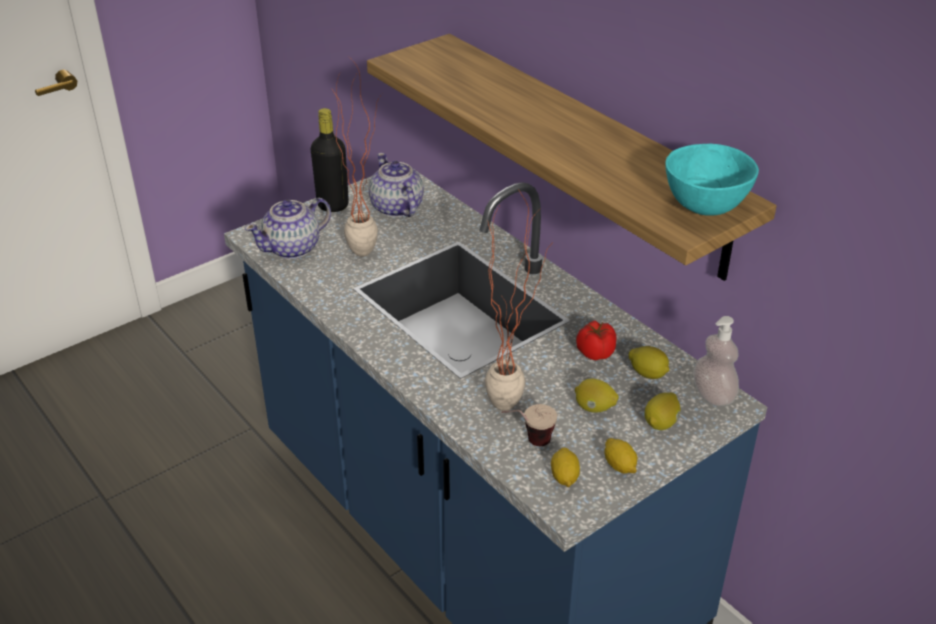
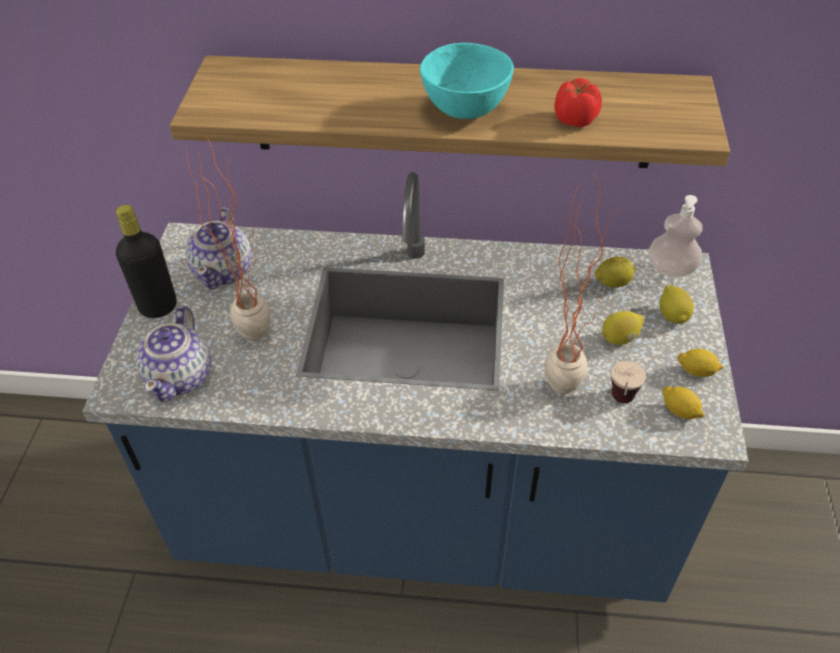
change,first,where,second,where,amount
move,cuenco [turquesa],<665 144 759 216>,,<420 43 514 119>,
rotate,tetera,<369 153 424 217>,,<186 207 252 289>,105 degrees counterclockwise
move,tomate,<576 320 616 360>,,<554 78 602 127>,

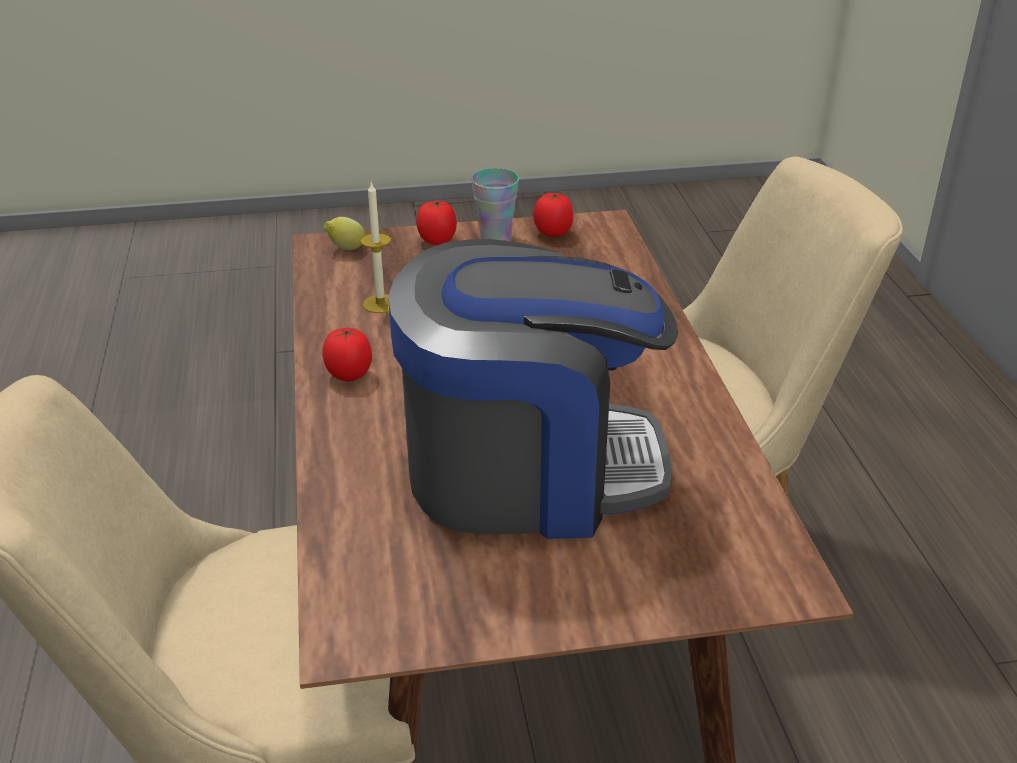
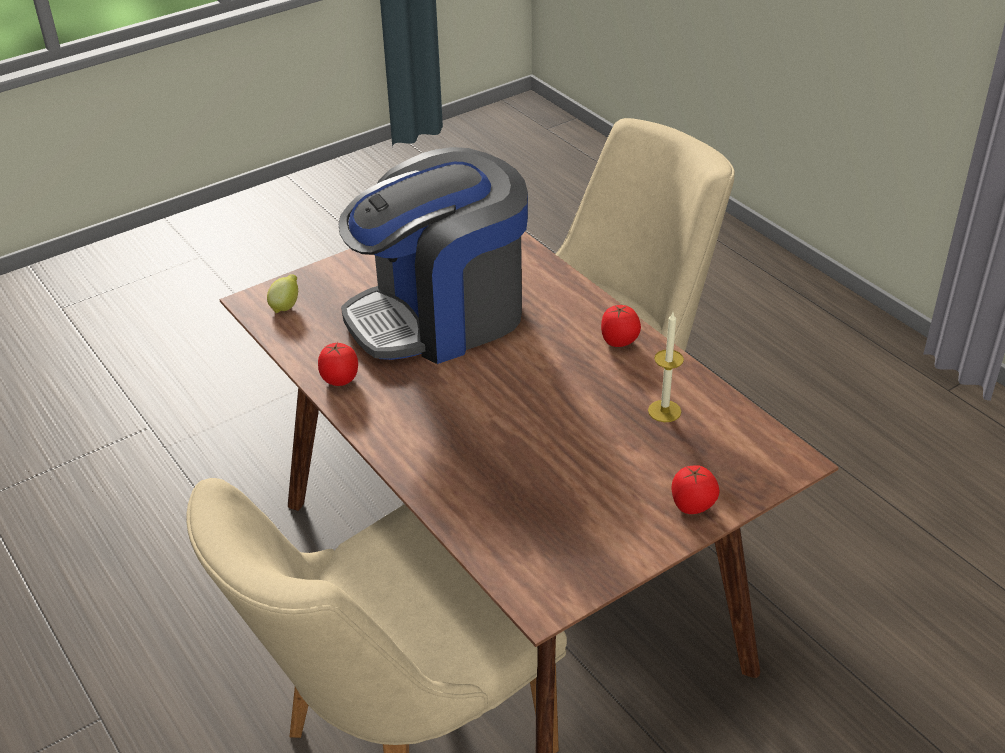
change,first,where,second,where,amount
delete,taza,<471 168 519 241>,,,
move,tomate,<533 193 573 237>,,<318 342 358 386>,
move,limón,<324 217 365 250>,,<267 274 298 313>,

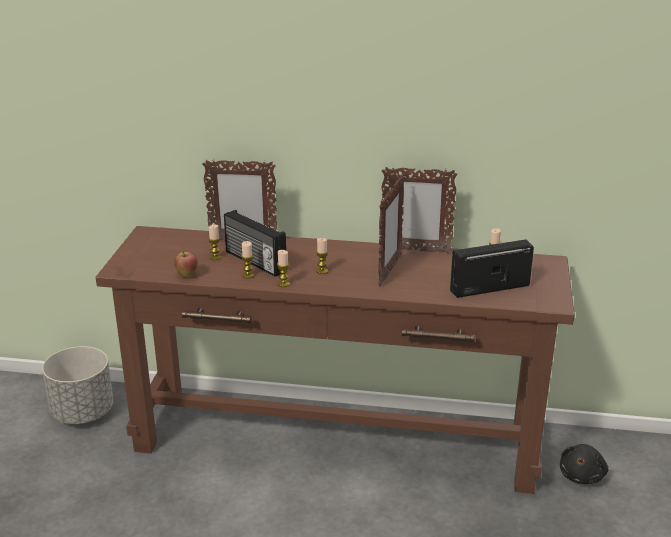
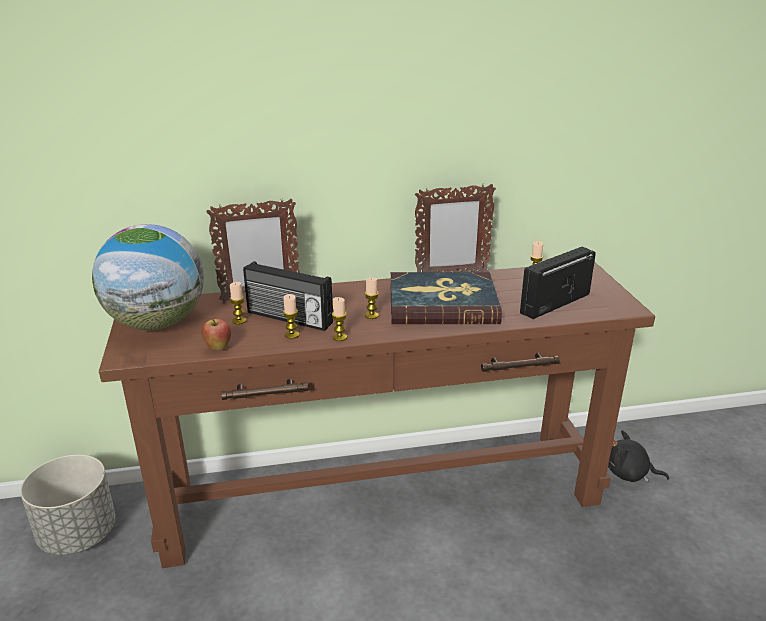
change,first,where,second,where,amount
replace,portarretratos,<378 173 404 287>,libro,<391 272 502 324>,
rotate,peluche [negro],<560 444 608 484>,,<608 430 669 482>,105 degrees clockwise
insert,,,globo terráqueo,<92 224 204 330>,

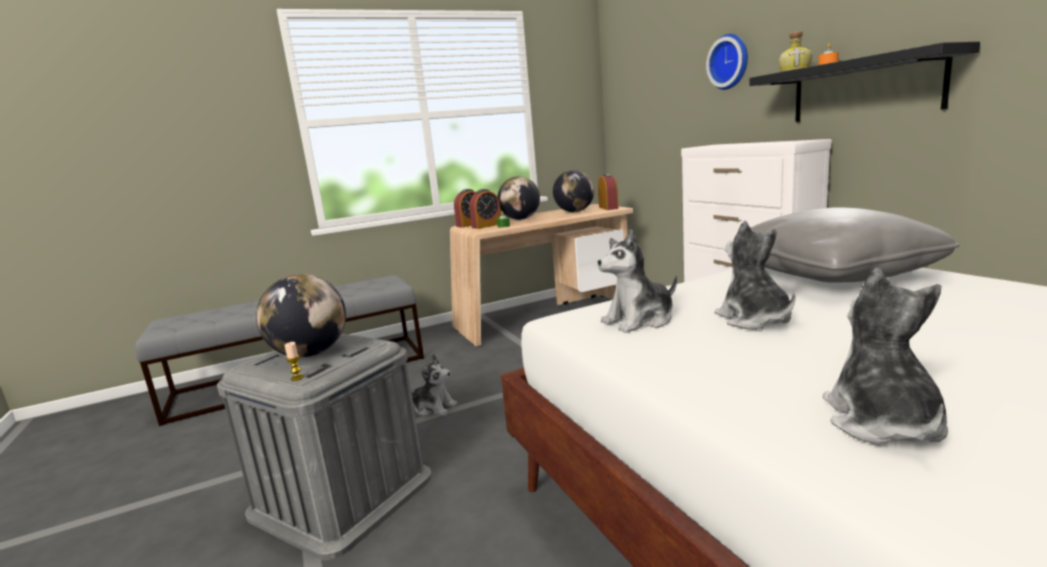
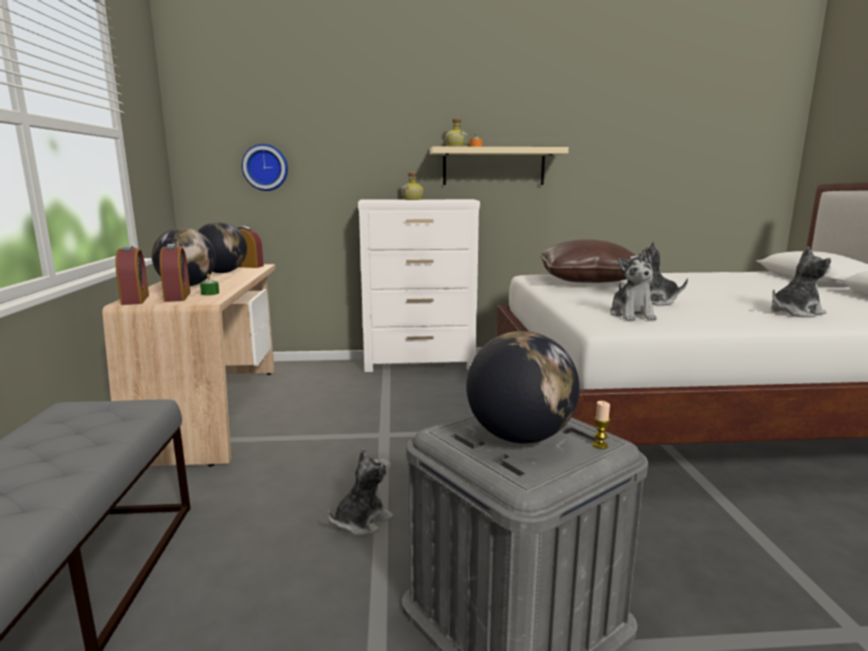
change,first,where,second,where,amount
move,reloj de pared,<706 34 748 90>,,<242 144 288 191>,
recolor,estante [negro],<749 42 980 122>,estante [beis],<430 146 569 185>,
recolor,cojín [gris],<733 207 960 282>,cojín [marrón],<540 240 636 283>,
rotate,peluche,<823 268 948 444>,,<771 246 831 317>,135 degrees clockwise
insert,,,botella,<401 172 424 200>,

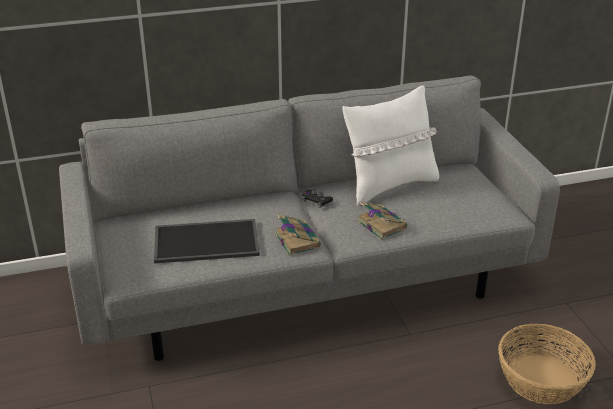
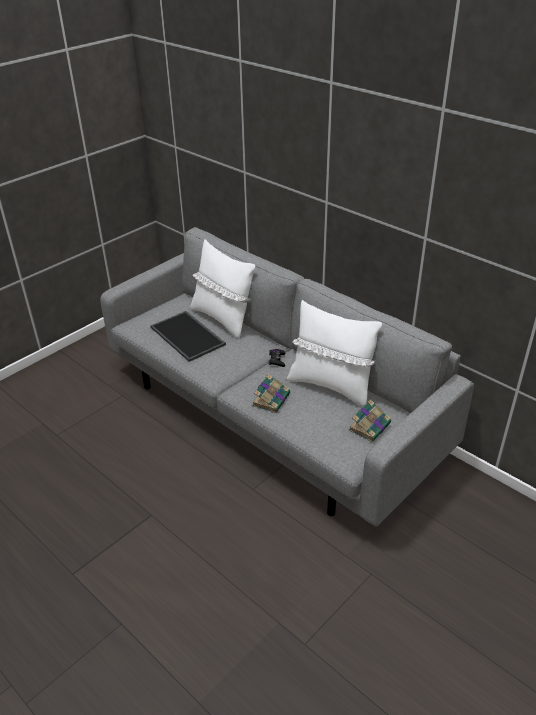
change,first,where,second,where,amount
move,libro,<275 215 321 255>,,<348 399 391 442>,
delete,cesta,<498 324 596 405>,,,
insert,,,cojín [blanco],<190 239 255 339>,

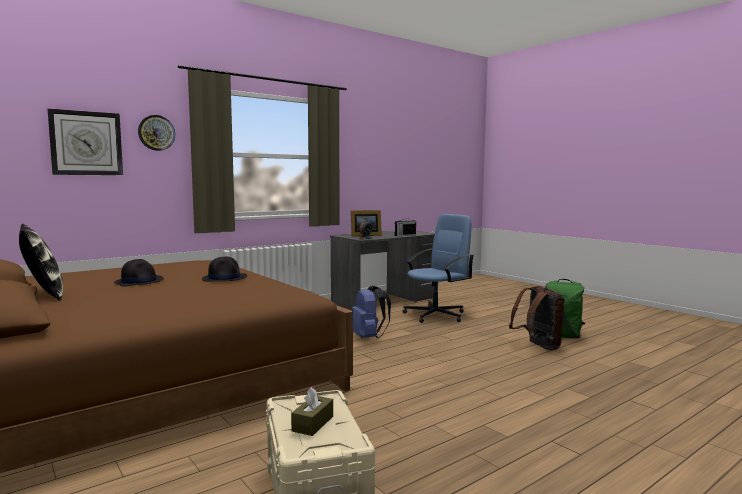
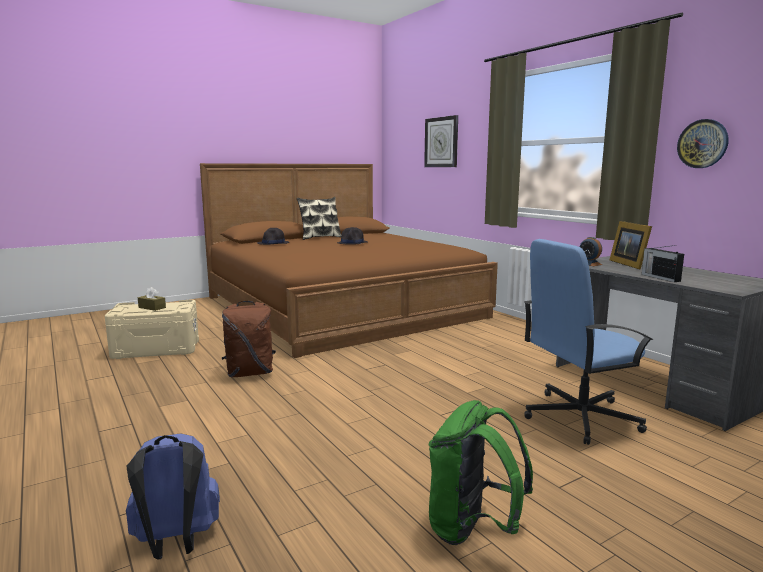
change,first,where,second,where,amount
move,reloj de pared,<138 115 175 151>,,<677 119 729 168>,
rotate,silla de oficina [azul],<403 214 473 323>,,<524 239 653 445>,105 degrees clockwise
move,sombrero [negro],<202 257 247 282>,,<257 228 289 245>,
move,mochila [azul],<352 285 391 338>,,<126 433 220 559>,
move,mochila [marrón],<509 286 565 350>,,<222 301 276 377>,

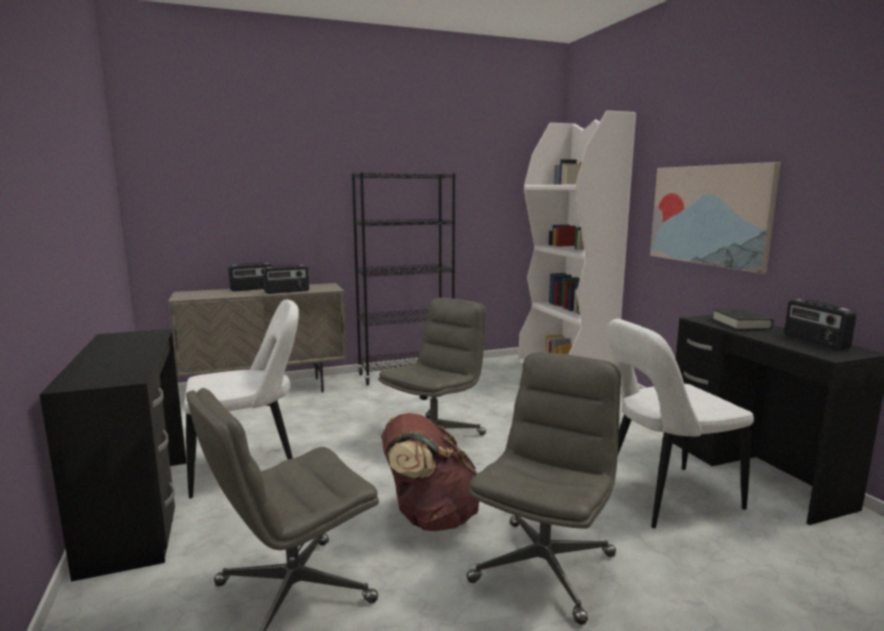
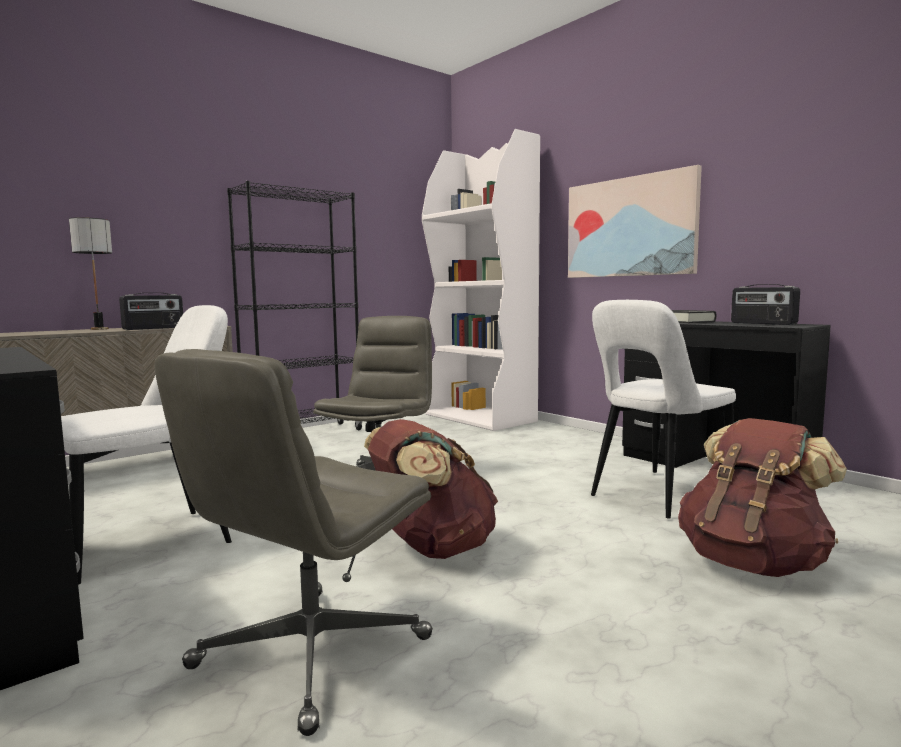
change,first,where,second,where,amount
replace,radio,<228 262 273 292>,lámpara de mesa,<69 217 112 330>,
delete,silla de oficina [gris],<466 352 621 625>,,,
insert,,,mochila [marrón],<678 418 847 577>,

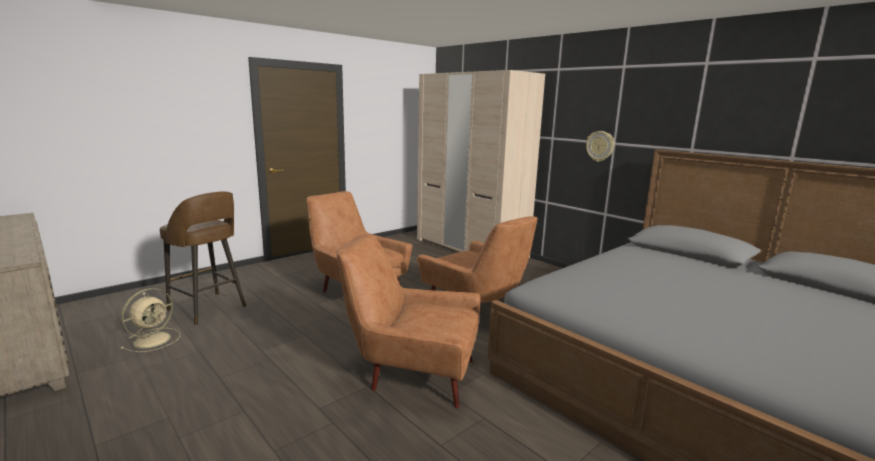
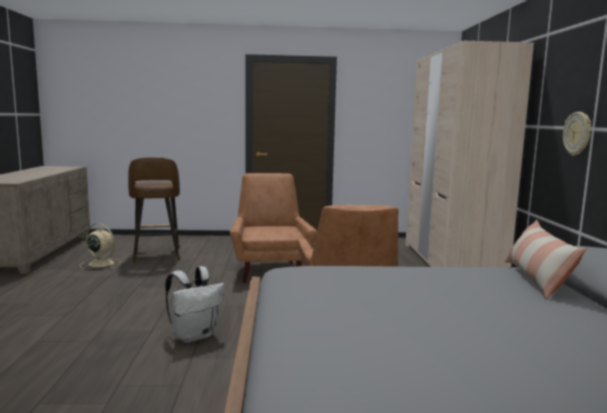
change,first,where,second,where,amount
replace,sillón [marrón],<337 234 480 408>,mochila [blanco],<165 266 224 343>,
rotate,ventilador [beis],<120 288 180 352>,,<80 223 121 269>,135 degrees counterclockwise
insert,,,cojín,<505 220 587 300>,

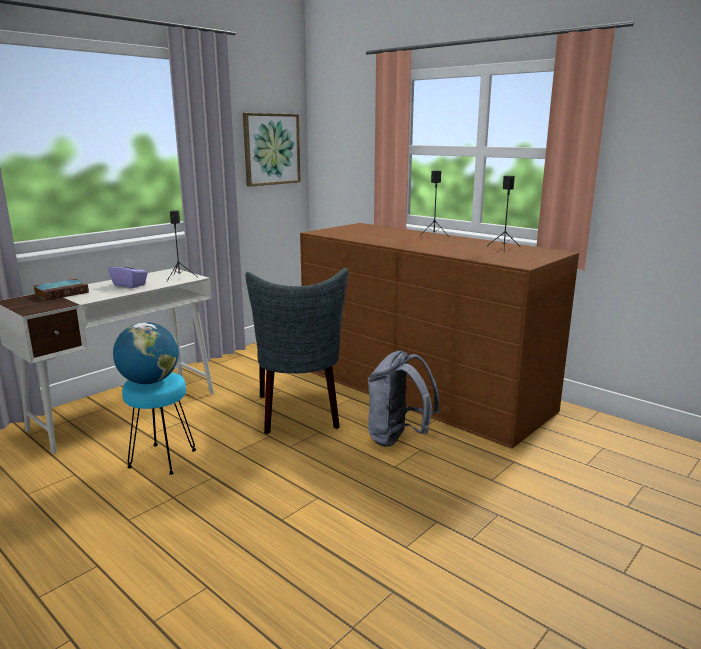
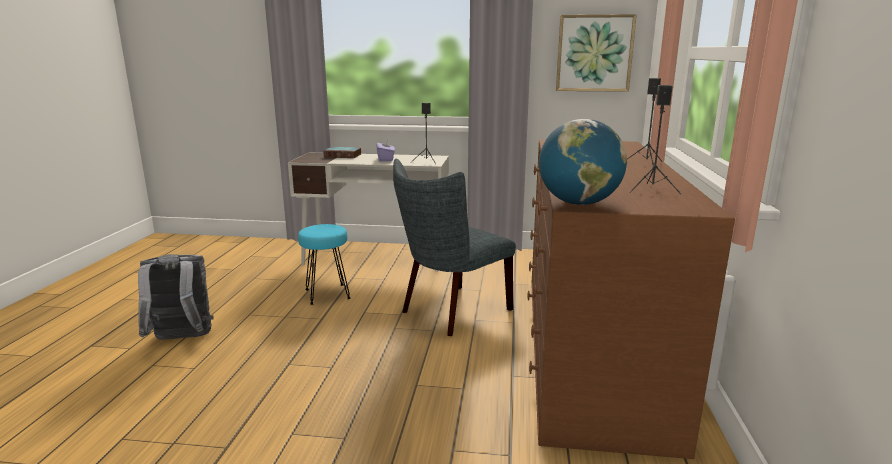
change,first,where,second,where,amount
move,globo terráqueo,<113 322 179 384>,,<539 119 627 205>,
move,mochila [gris],<367 350 440 447>,,<138 254 214 340>,

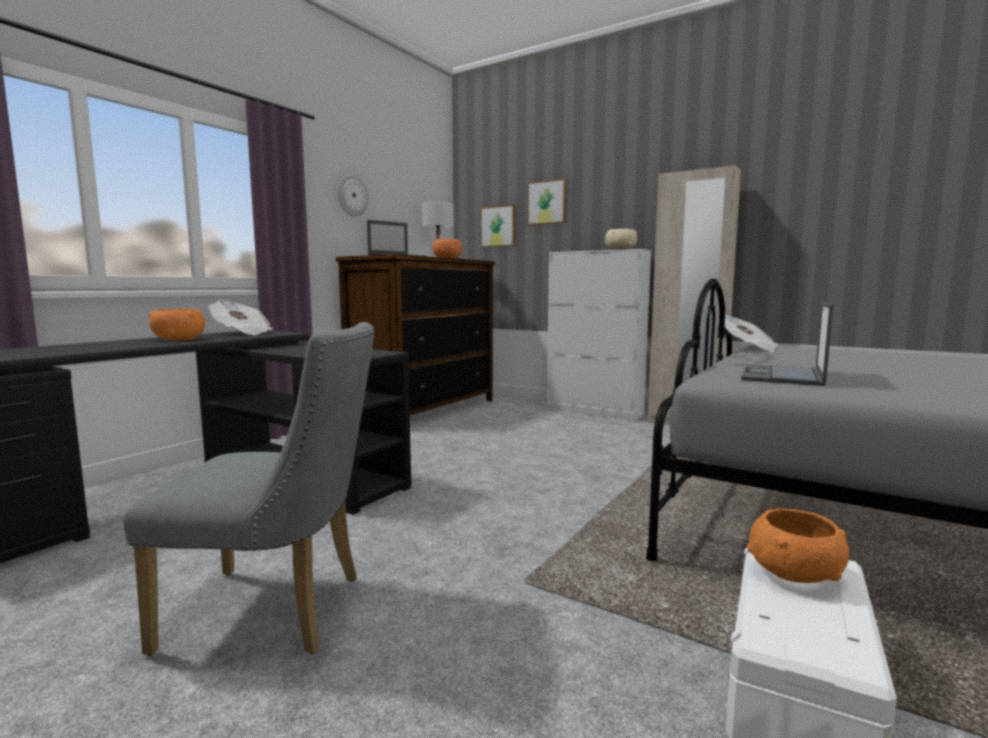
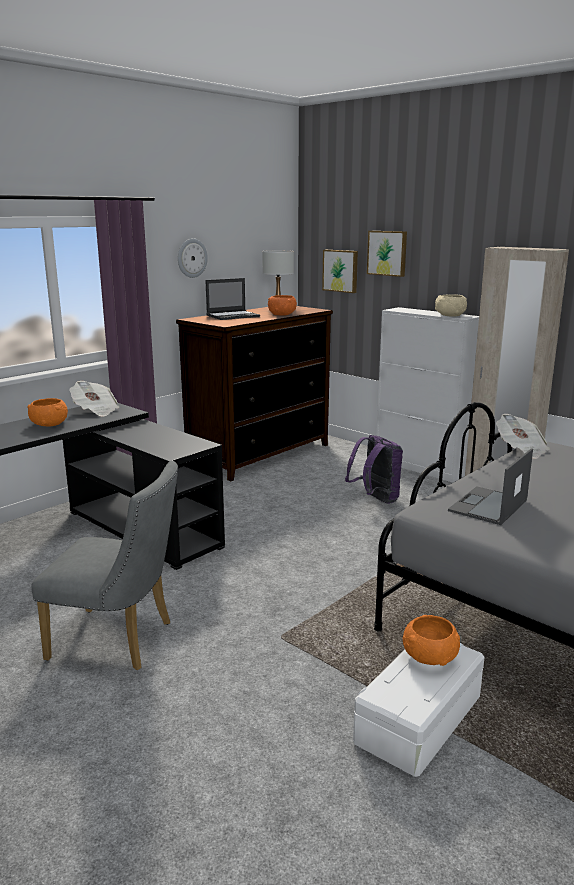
change,first,where,second,where,amount
insert,,,mochila [morado],<345 435 403 504>,

